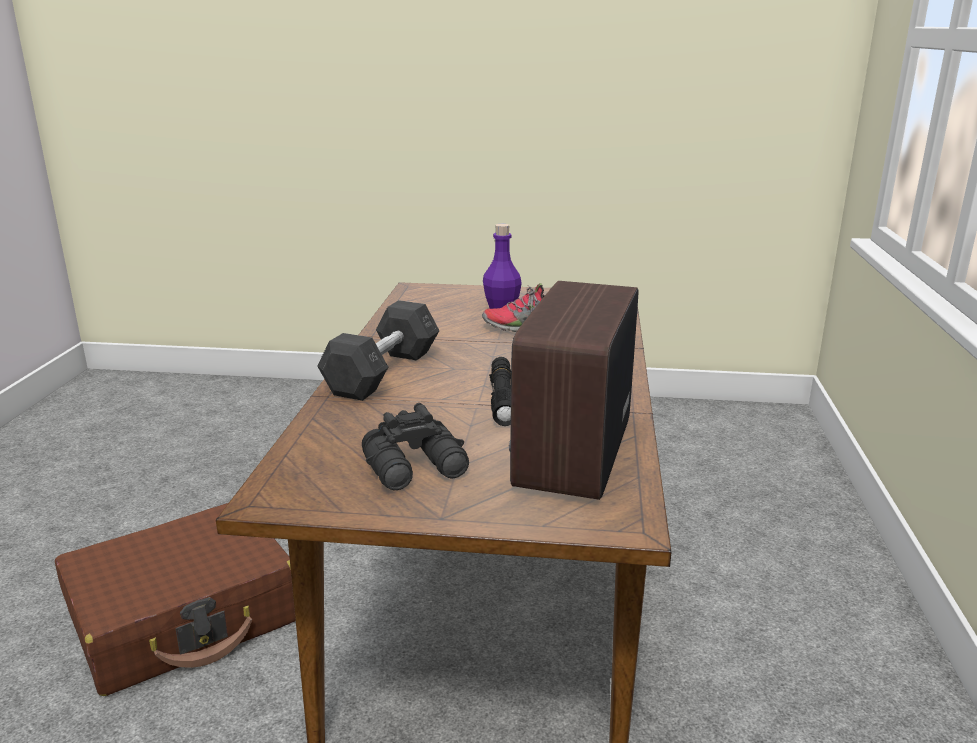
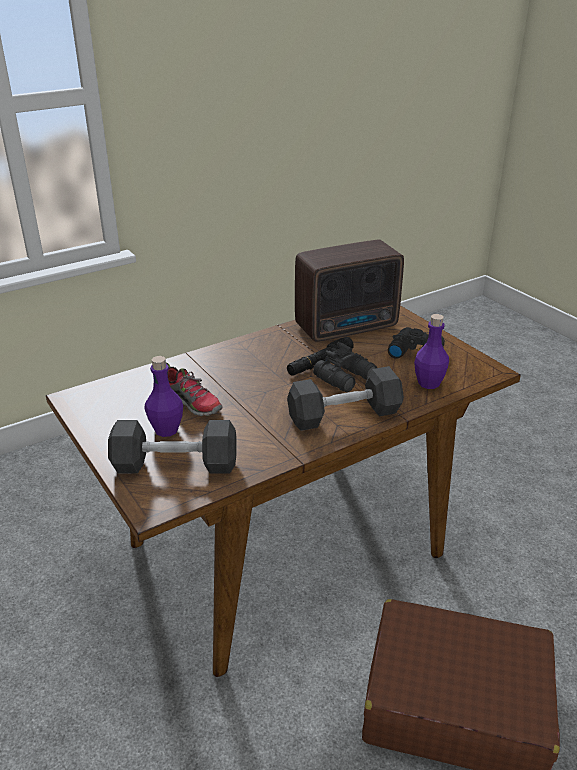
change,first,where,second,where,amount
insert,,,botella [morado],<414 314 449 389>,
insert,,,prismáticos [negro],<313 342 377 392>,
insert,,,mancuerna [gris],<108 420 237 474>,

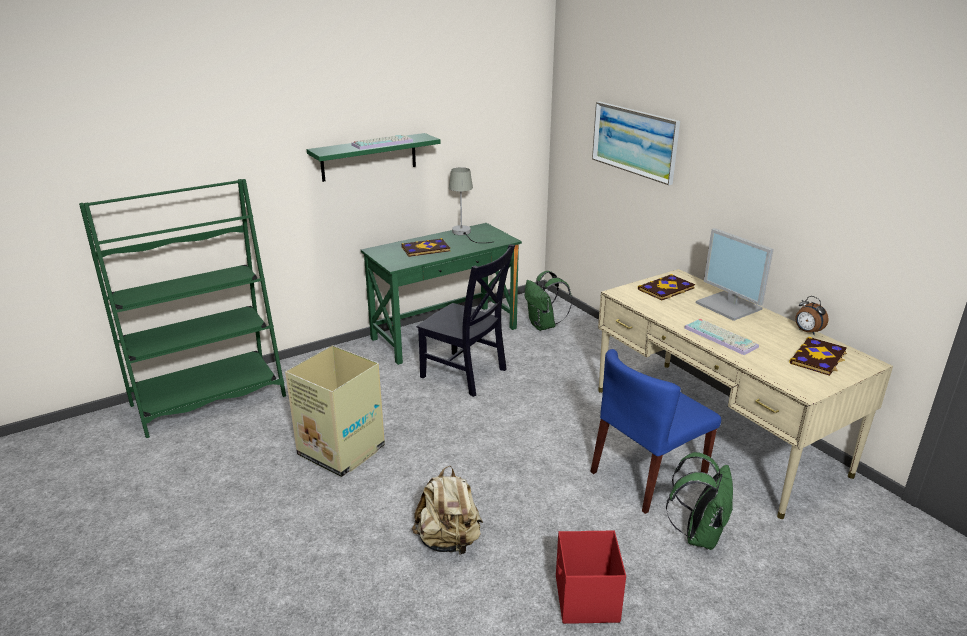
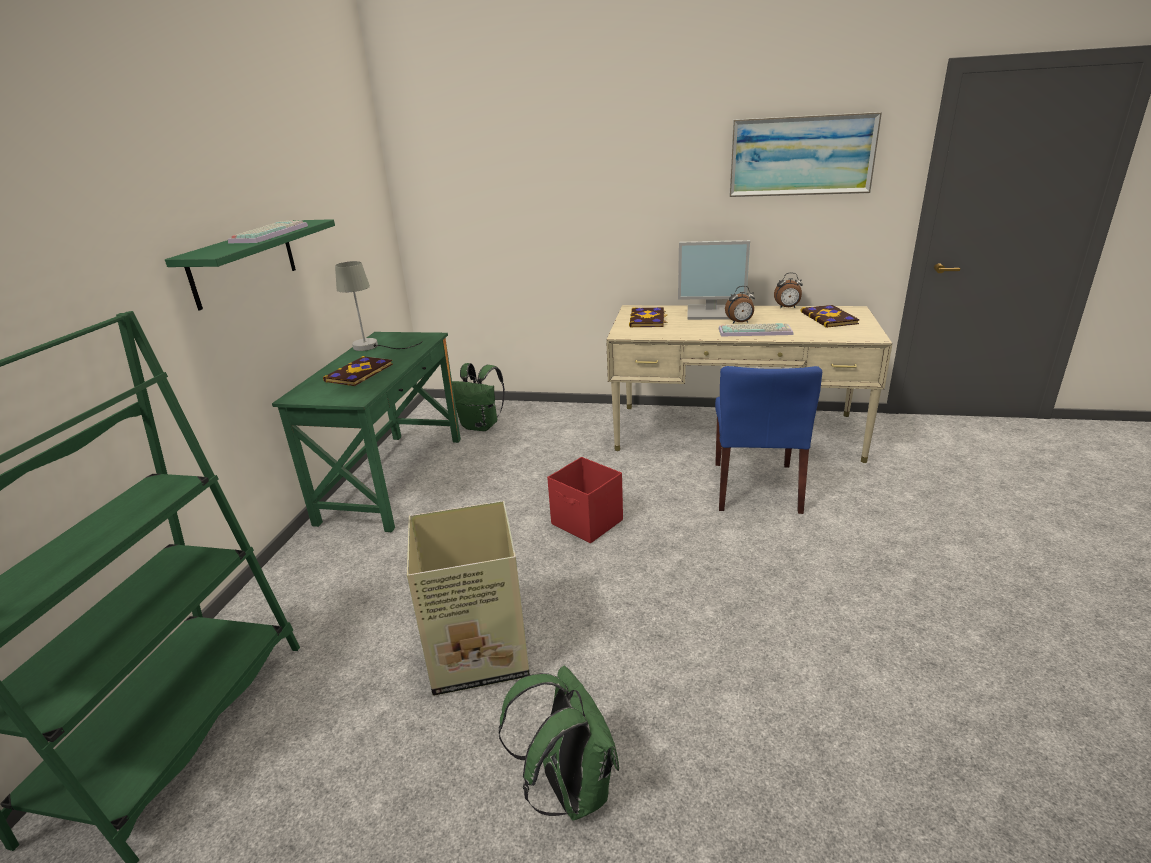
change,first,where,second,where,amount
move,cuadro,<592 102 680 185>,,<730 112 882 197>,
delete,silla [negro],<417 244 515 397>,,,
move,mochila [verde],<666 452 733 550>,,<499 666 619 821>,
delete,mochila [beis],<412 466 483 555>,,,
move,caja de almacenaje [rojo],<556 530 626 624>,,<547 457 623 543>,
insert,,,despertador,<725 286 755 323>,

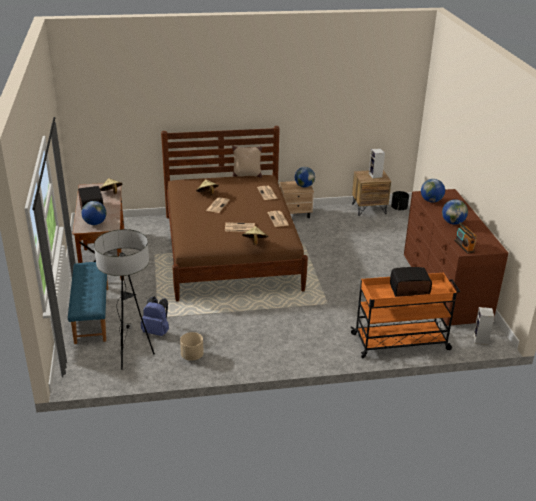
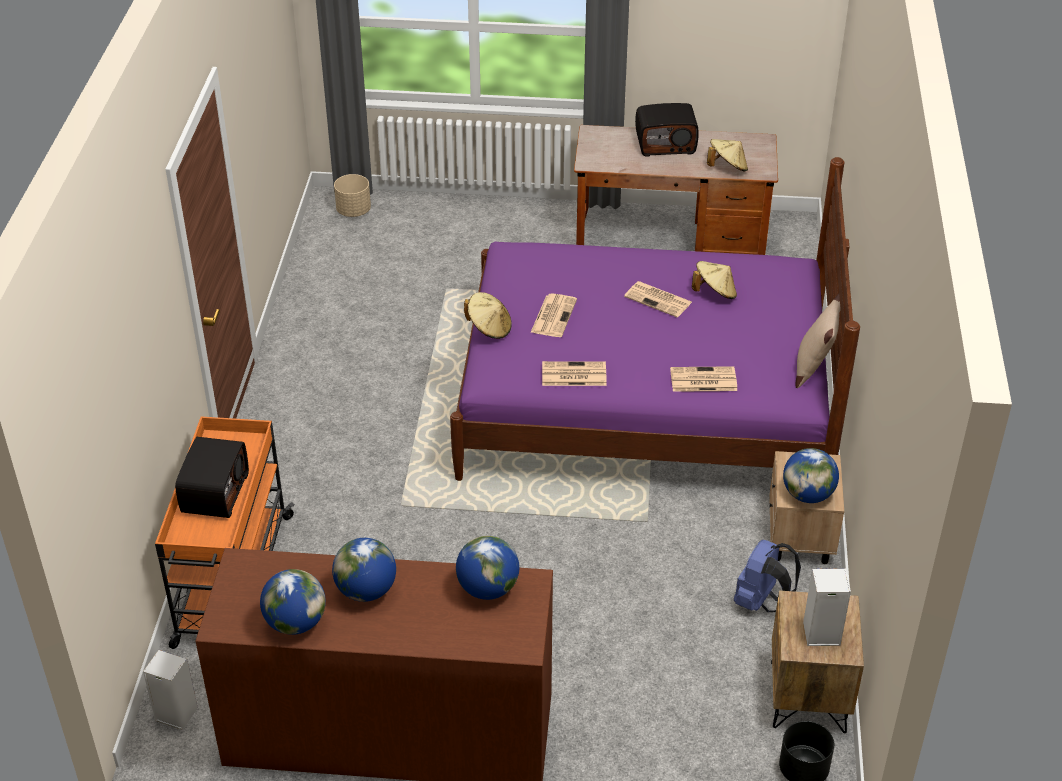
change,first,where,second,where,amount
recolor,cama [marrón],<161 126 308 301>,cama [morado],<450 157 860 481>,
move,globo terráqueo,<81 201 106 225>,,<260 569 326 635>,
delete,radio,<454 222 477 254>,,,
delete,lámpara de pie,<94 229 155 370>,,,
delete,banco [azul],<68 262 108 344>,,,
move,mochila [azul],<141 296 169 336>,,<734 540 801 612>,
move,maceta [beis],<180 332 204 361>,,<334 174 371 217>,

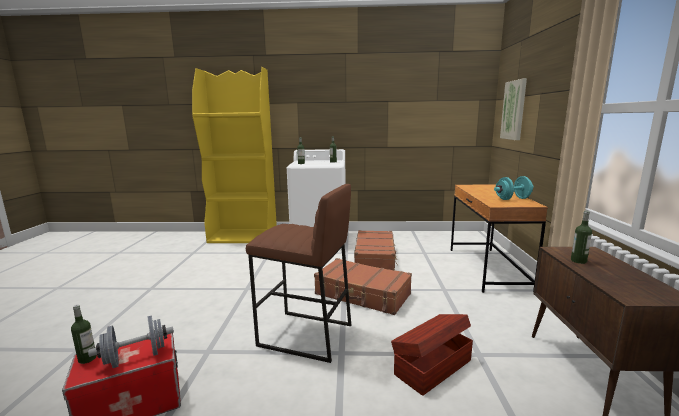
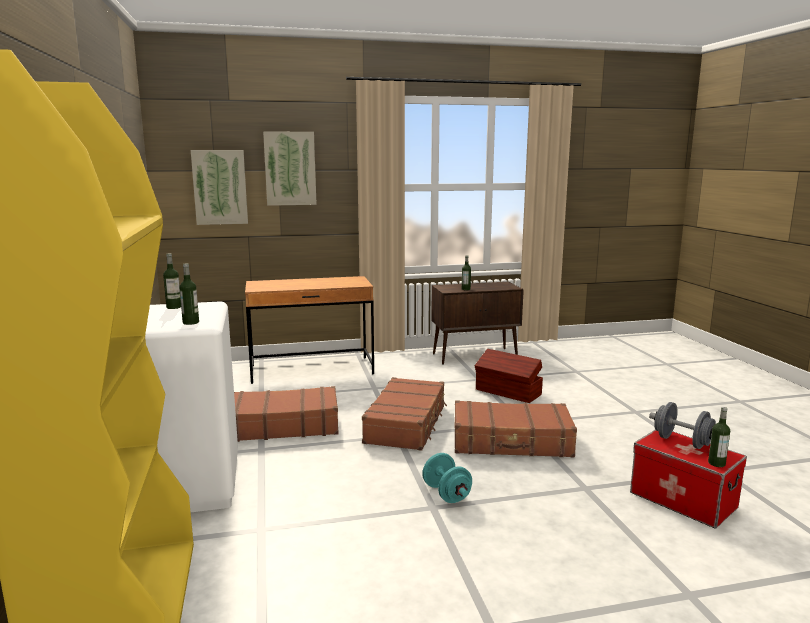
change,first,where,second,where,amount
move,mancuerna [turquesa],<494 176 534 200>,,<422 453 472 503>,
replace,taburete [marrón],<246 184 351 363>,maleta [marrón],<454 400 577 457>,
insert,,,cuadro,<263 131 317 206>,

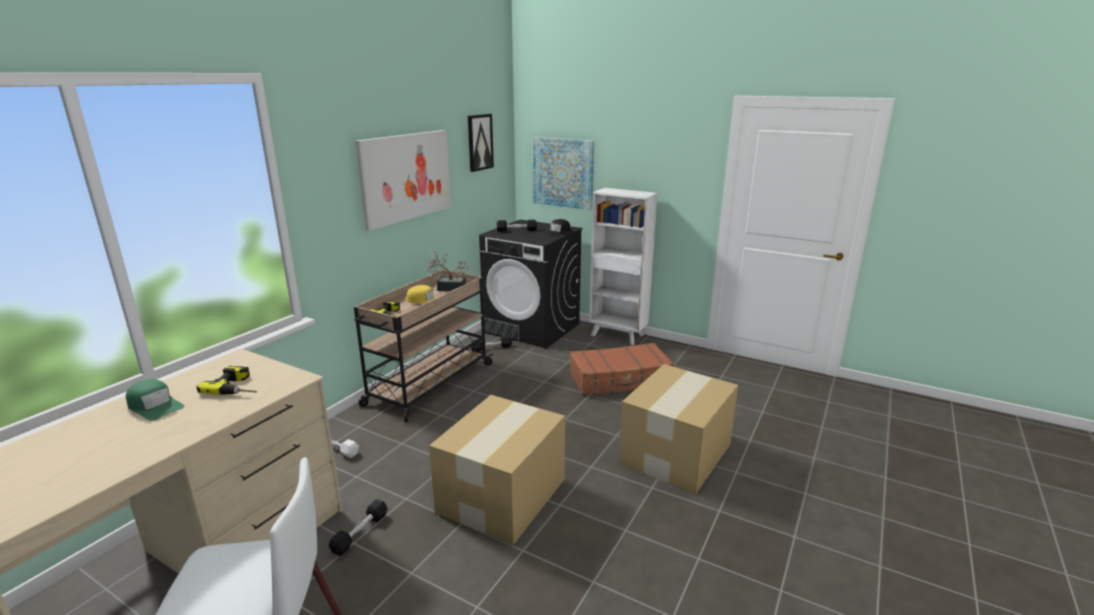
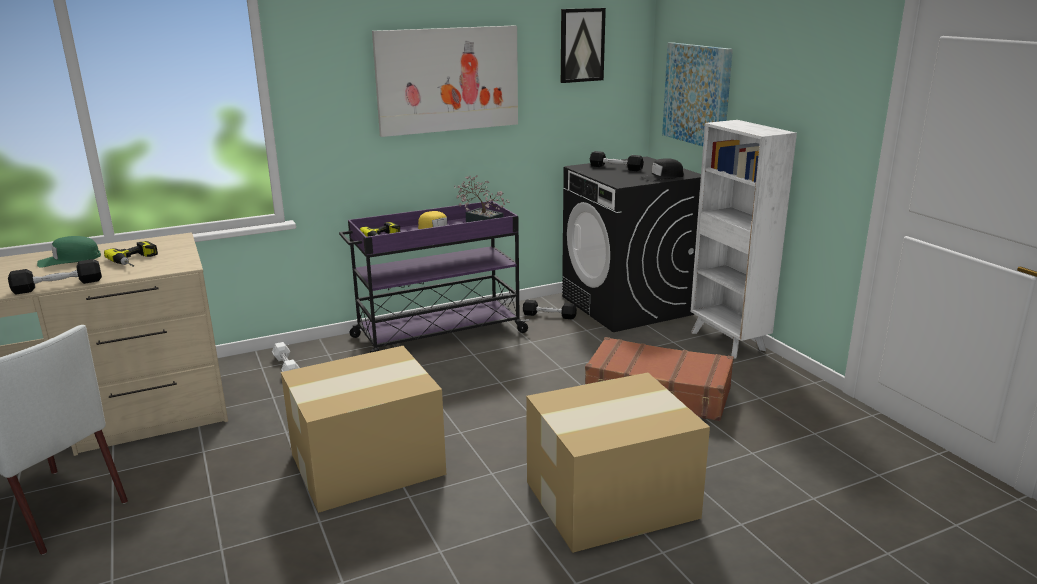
change,first,where,second,where,amount
recolor,carrito [beis],<354 269 493 422>,carrito [morado],<339 201 530 353>,
rotate,gorra [verde],<126 379 184 421>,,<37 236 101 268>,90 degrees clockwise
move,mancuerna [negro],<328 499 387 556>,,<8 259 102 295>,

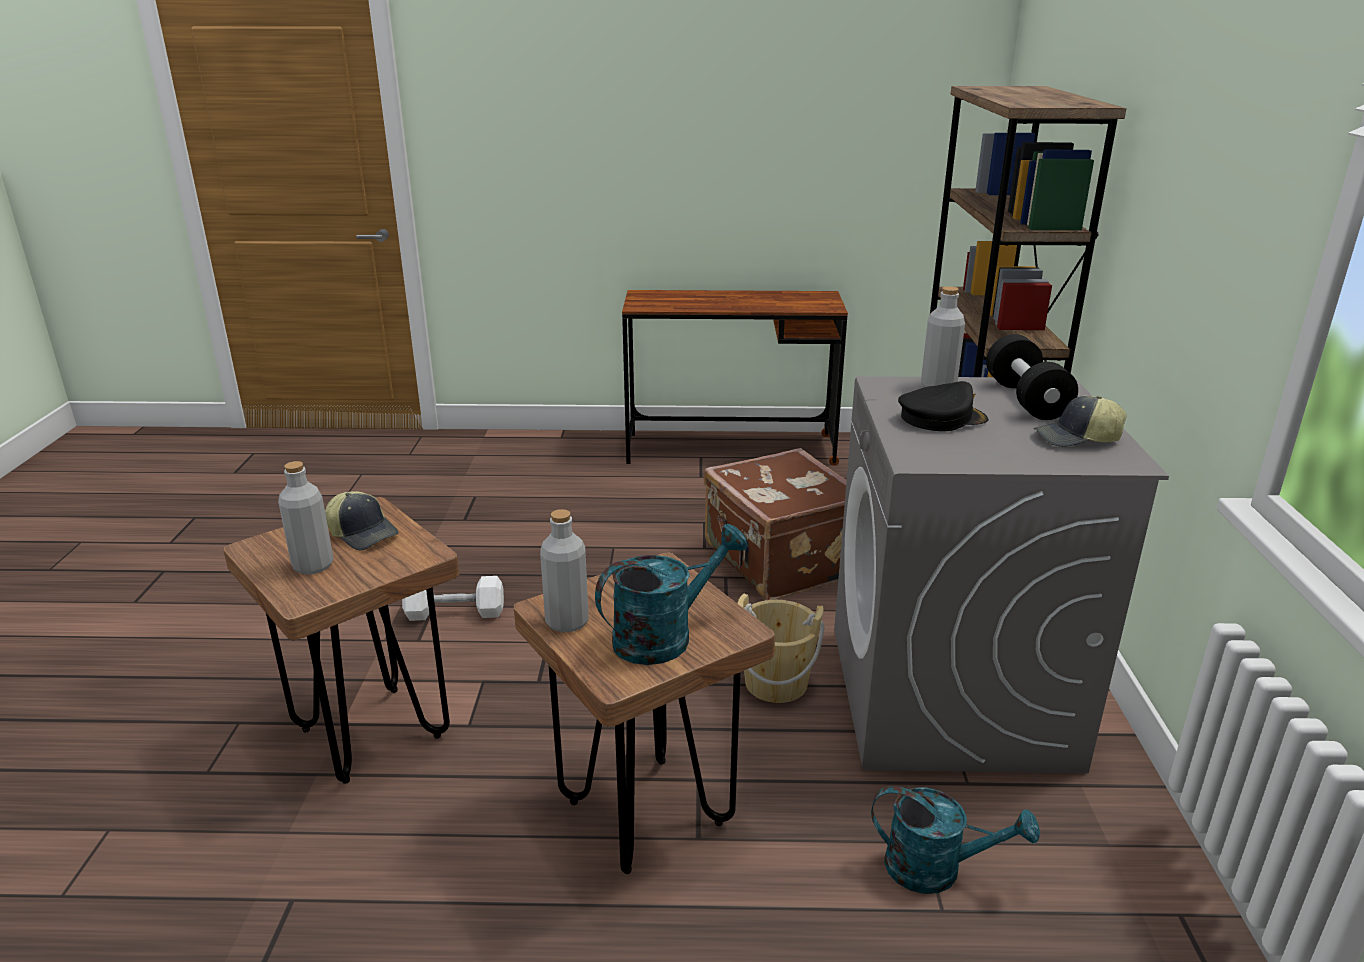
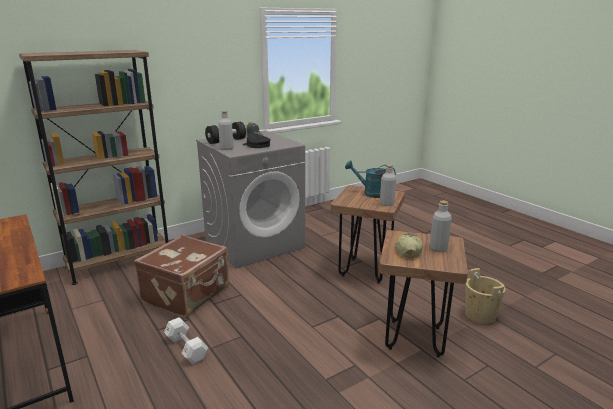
change,first,where,second,where,amount
move,mancuerna [blanco],<402 576 504 621>,,<164 317 208 364>,
move,cubo [beis],<737 593 824 703>,,<465 268 506 324>,
delete,regadera [turquesa],<871 786 1040 894>,,,

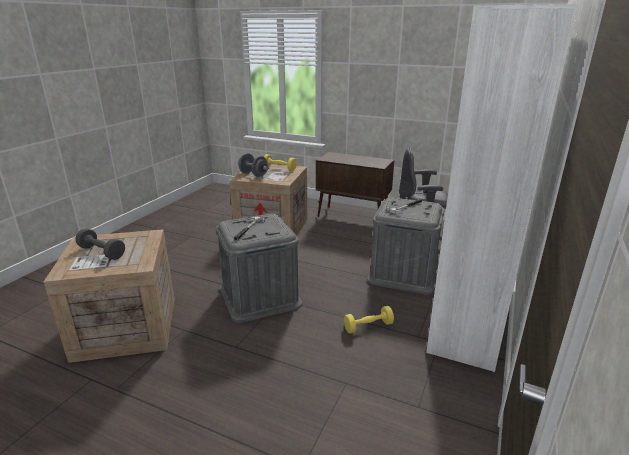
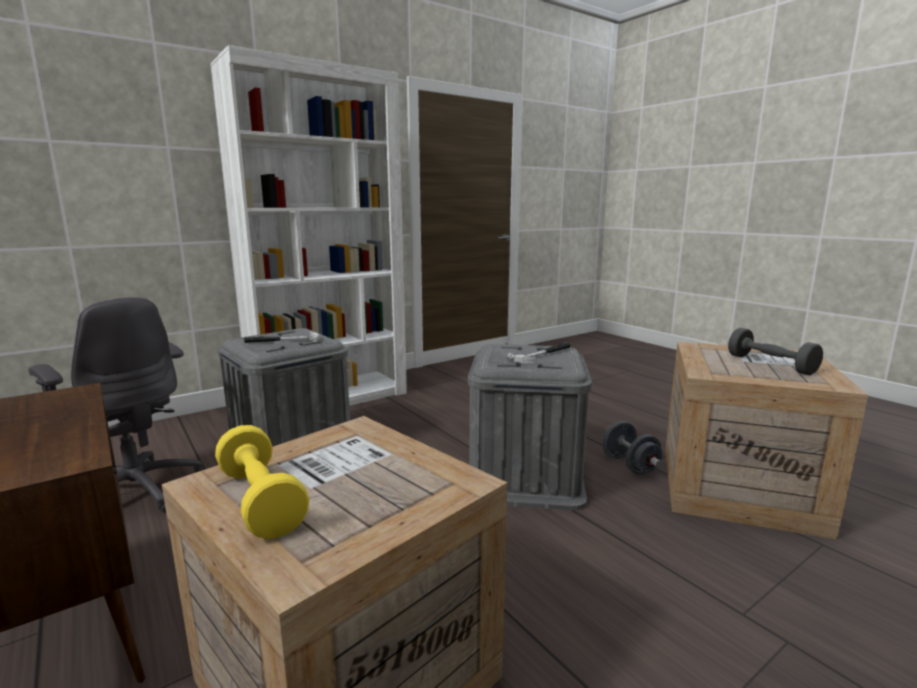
change,first,where,second,where,amount
move,mancuerna [gris],<238 153 268 177>,,<603 421 662 475>,
delete,mancuerna [amarillo],<344 306 394 334>,,,

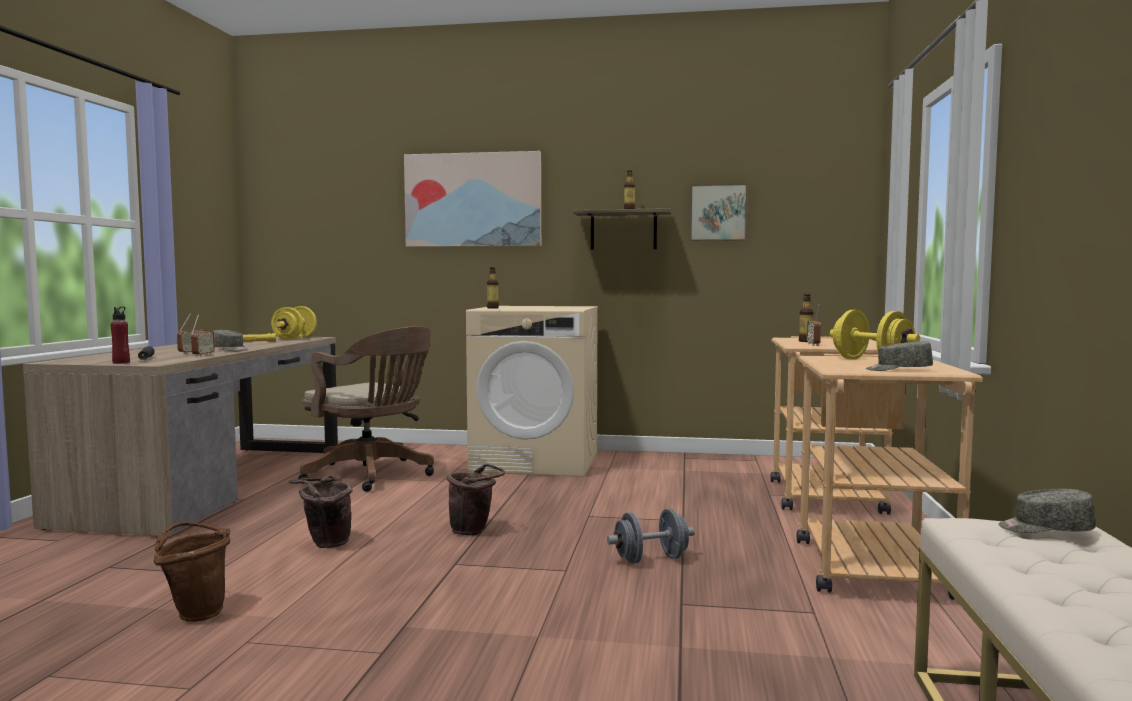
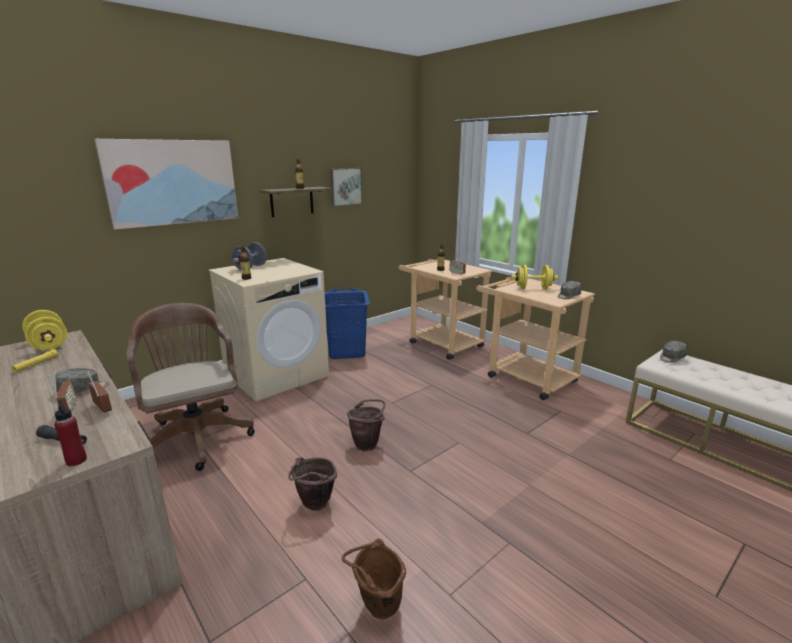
change,first,where,second,where,amount
rotate,silla de oficina [marrón],<298 326 434 492>,,<126 303 255 471>,105 degrees counterclockwise
move,mancuerna [gris],<607 509 695 564>,,<232 242 267 270>,
insert,,,cesto de la ropa [azul],<325 288 370 359>,

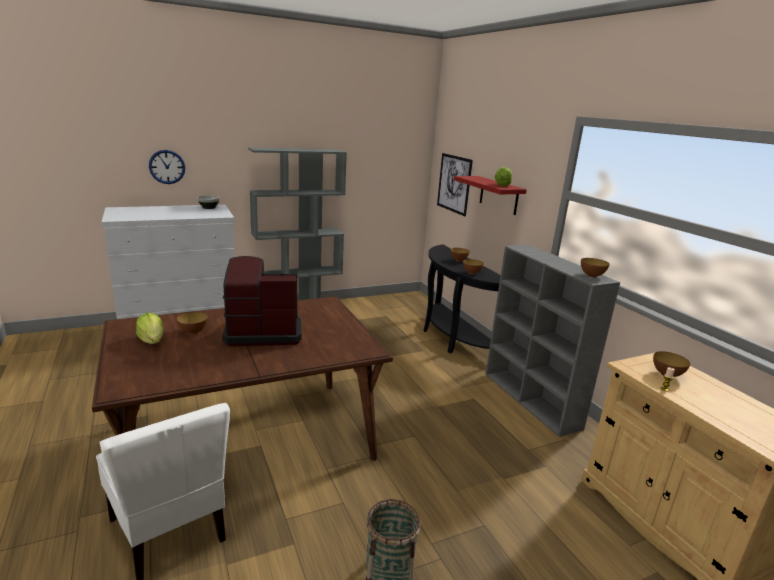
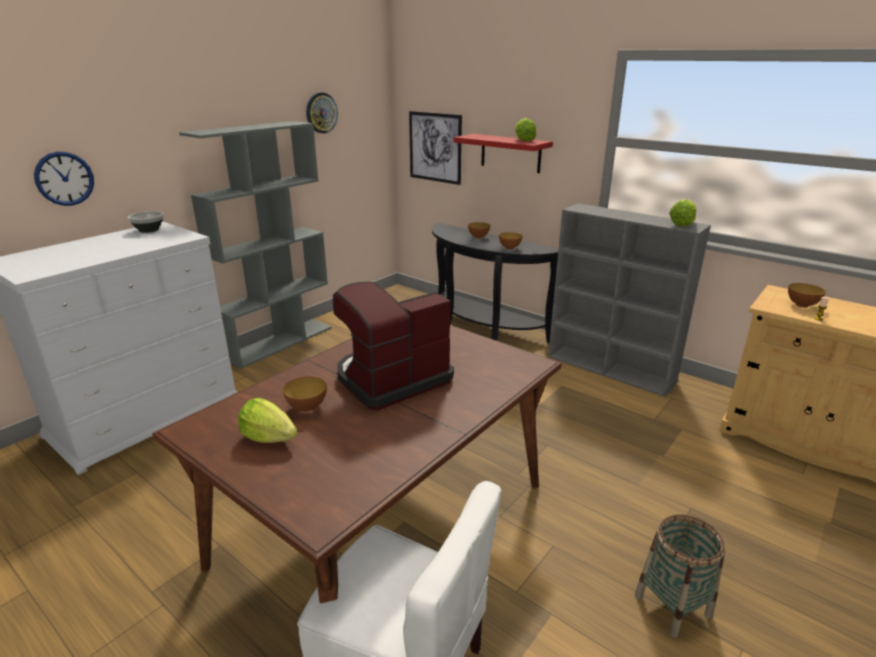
change,first,where,second,where,amount
replace,cuenco,<581 258 610 278>,lechuga,<669 199 696 226>,
insert,,,reloj de pared,<306 92 338 134>,

